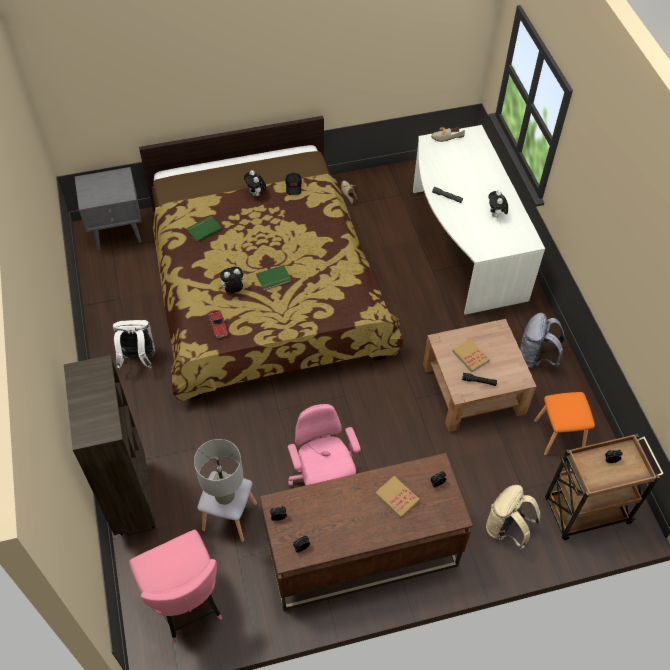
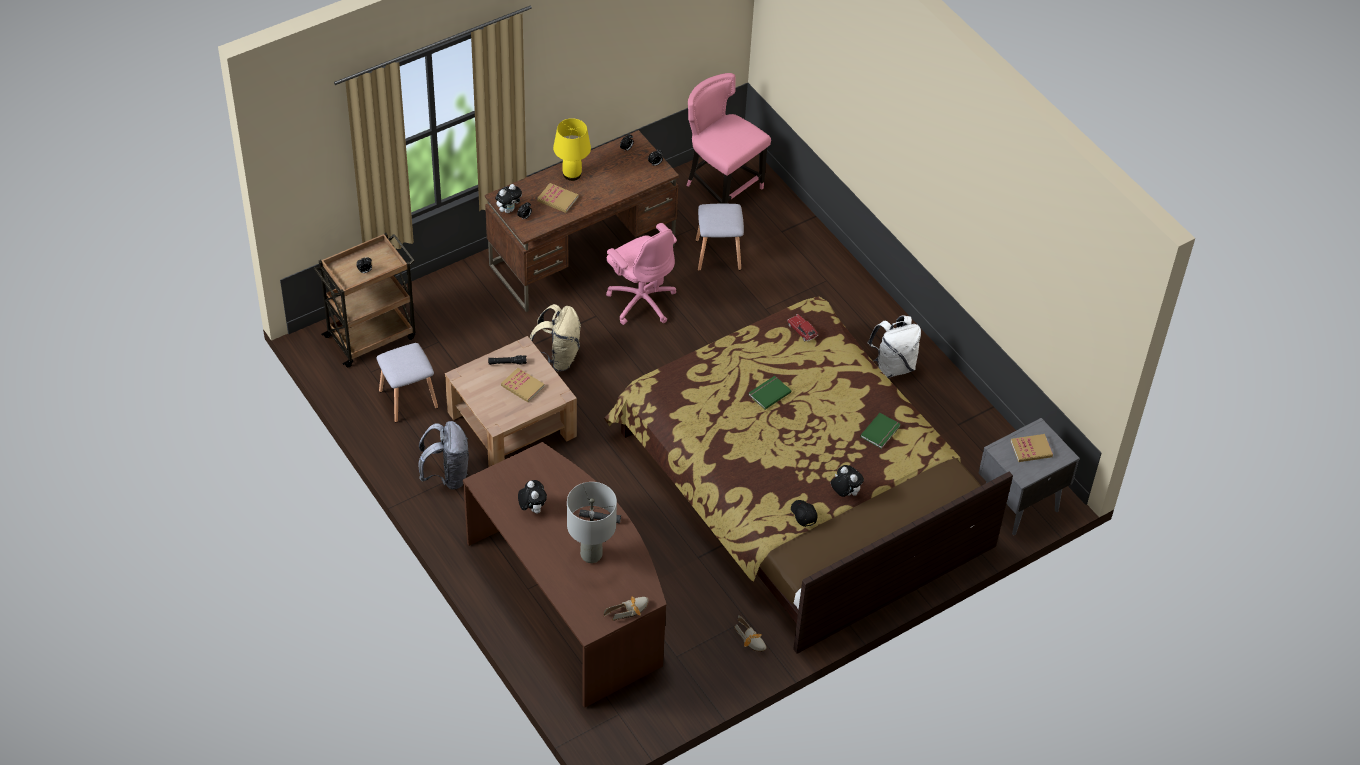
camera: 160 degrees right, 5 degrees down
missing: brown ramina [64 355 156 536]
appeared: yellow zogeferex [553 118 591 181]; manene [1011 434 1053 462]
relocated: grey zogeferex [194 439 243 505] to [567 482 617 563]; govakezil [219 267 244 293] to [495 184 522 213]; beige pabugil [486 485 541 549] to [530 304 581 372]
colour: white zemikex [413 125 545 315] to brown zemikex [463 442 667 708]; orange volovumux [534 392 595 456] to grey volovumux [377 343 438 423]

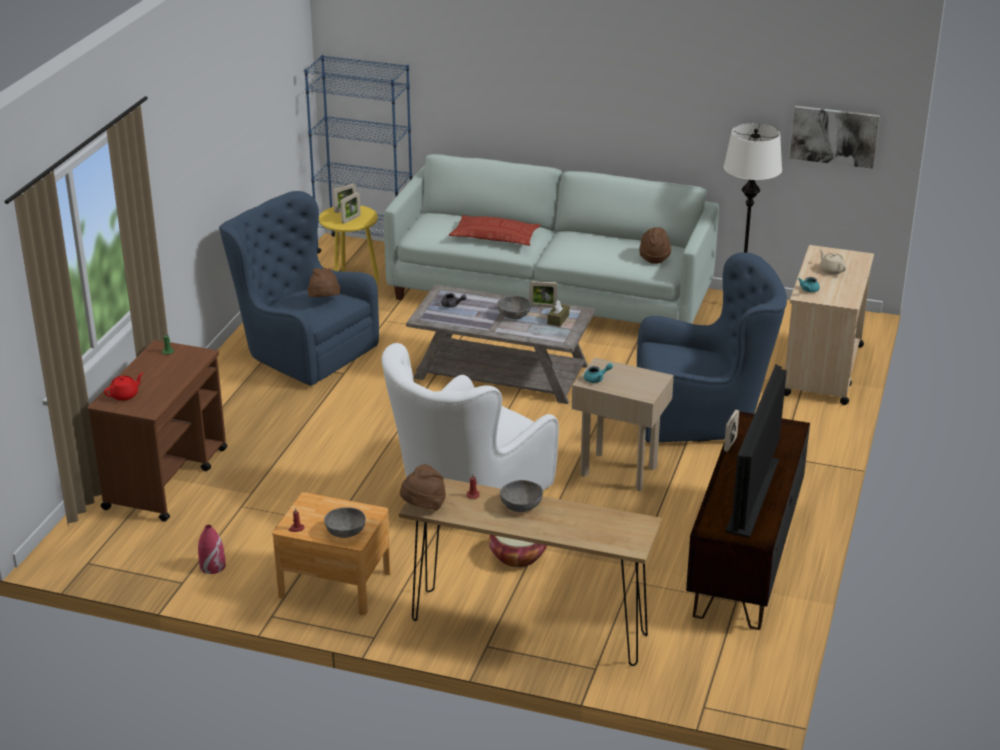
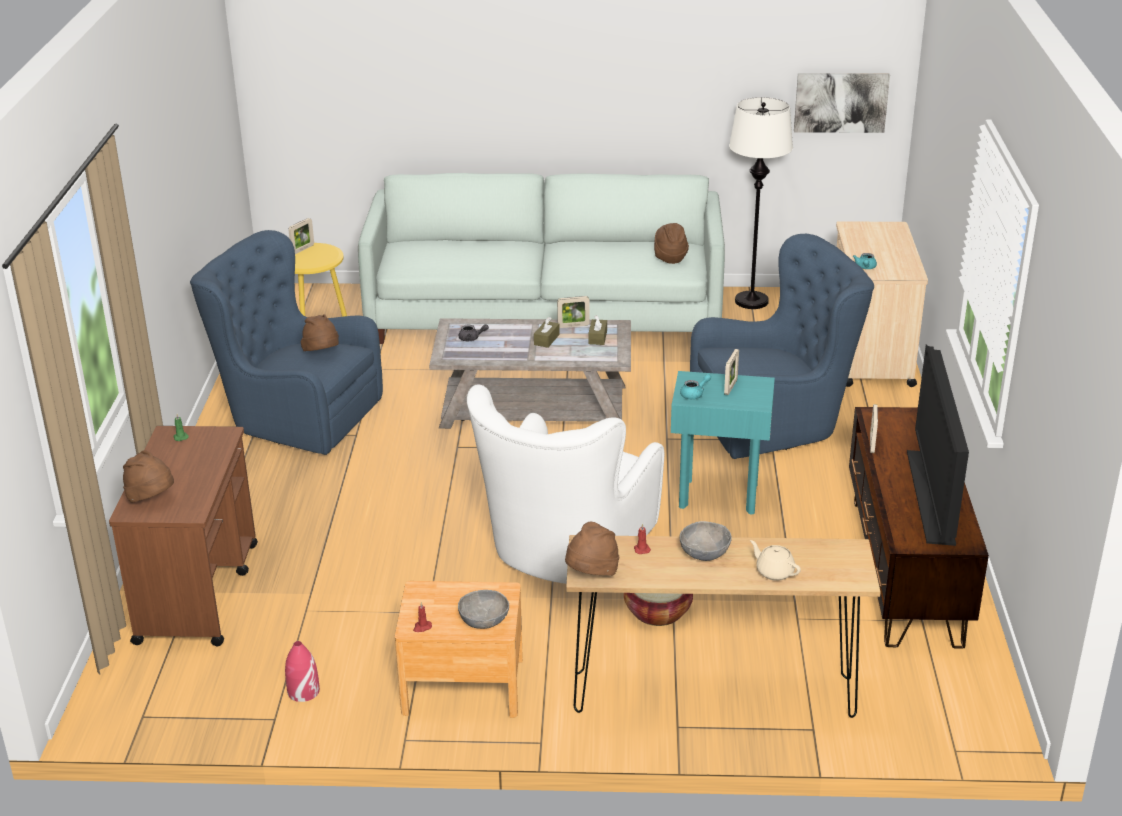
camera: 15 degrees left, 0 degrees up
missing: blue ramina [304 55 412 254]; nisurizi [449 215 540 246]
relocated: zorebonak [341 192 361 224] to [724 349 739 395]; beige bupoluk [819 249 846 275] to [750 540 801 581]
exchanged: red bupoluk [104 373 143 401] to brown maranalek [123 450 174 503]; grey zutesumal [498 296 531 319] to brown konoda [534 317 560 348]
colour: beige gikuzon [572 357 674 491] to turquoise gikuzon [671 371 775 514]

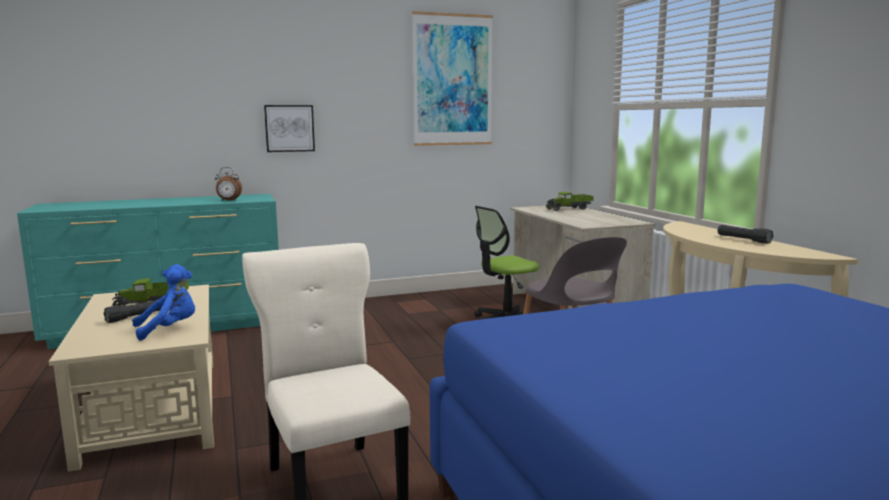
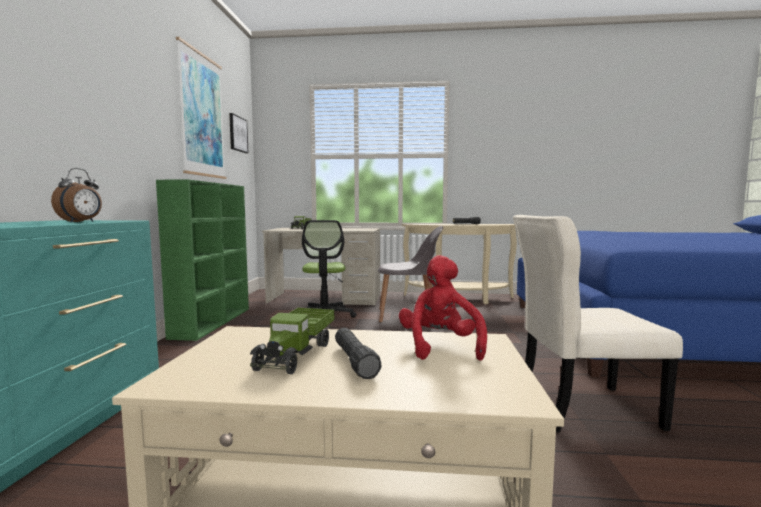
camera: 65 degrees left, 5 degrees down
appeared: green ramina [156 179 249 341]
relocated: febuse [264 105 315 152] to [229 113 248 153]
colour: blue govakezil [132 264 195 341] to red govakezil [399 255 487 361]

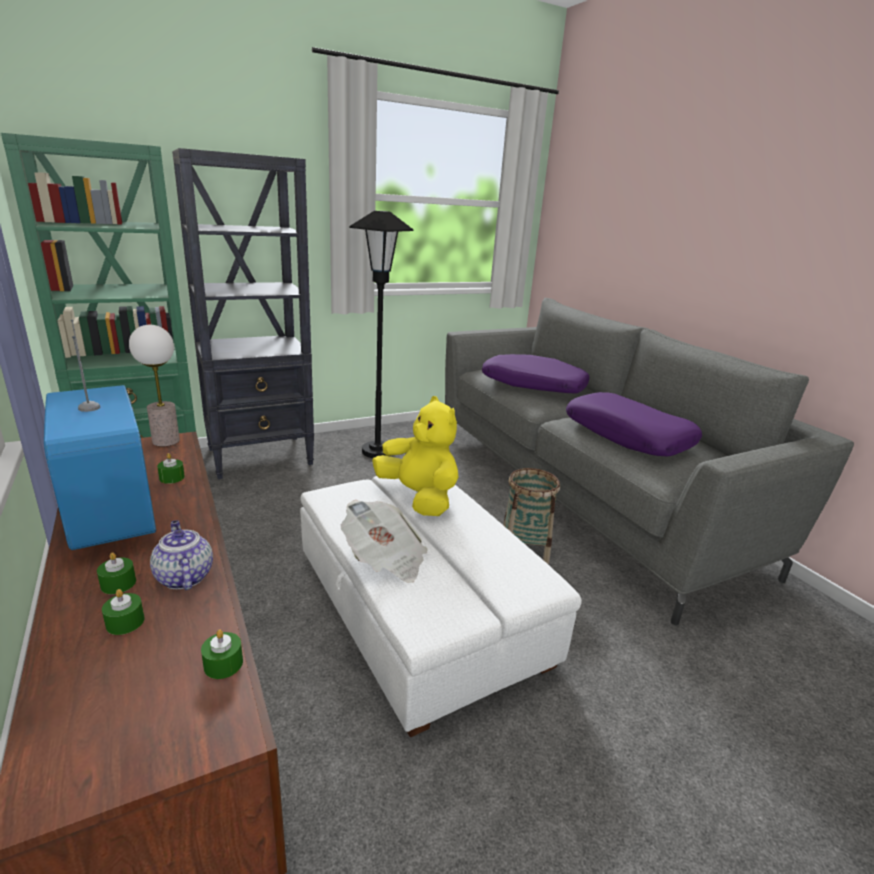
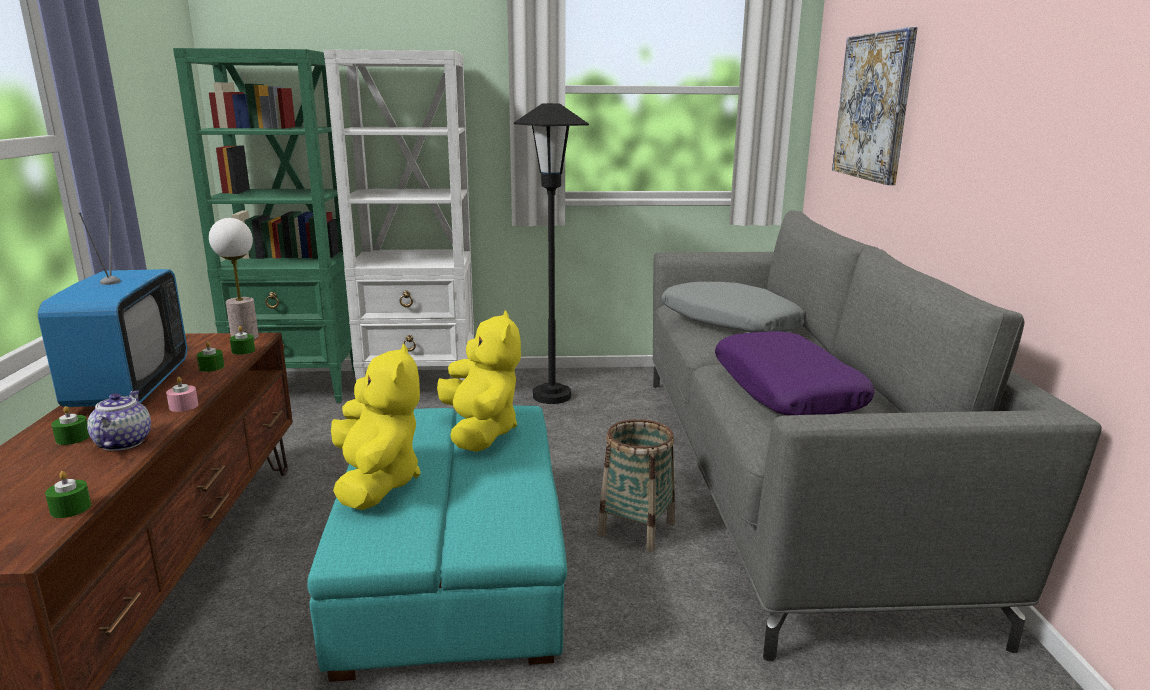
camera: 25 degrees right, 5 degrees down
appeared: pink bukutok [166 377 198 412]; febuse [832 27 918 185]
relocated: green bukutok [102 589 145 635] to [230 326 255 355]
exchanged: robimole [341 500 428 583] to yellow govakezil [331 344 420 510]
colour: black ramina [172 148 314 479] to white ramina [324 49 474 381]; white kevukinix [300 476 582 737] to turquoise kevukinix [307 406 567 682]; purple nisurizi [482 354 589 393] to grey nisurizi [662 282 805 333]

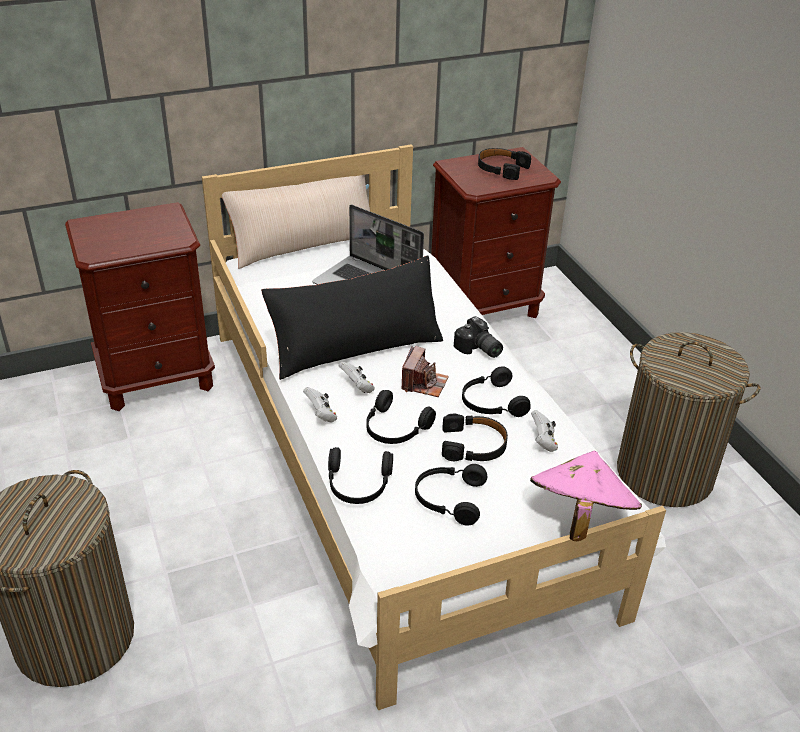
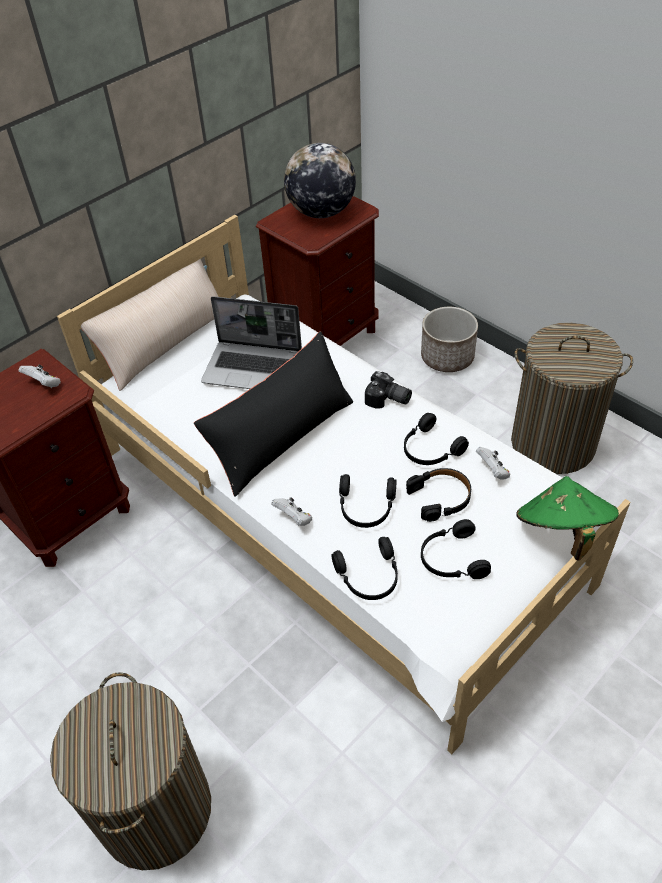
camera: 20 degrees left, 10 degrees up
missing: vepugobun [401 346 449 397]
appeared: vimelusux [421 307 478 372]
relocated: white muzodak [338 361 375 393] to [19 365 61 388]
exchanged: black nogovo [478 148 531 180] to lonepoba [284 143 356 218]
colour: pink maranalek [530 451 642 541] to green maranalek [516 476 619 560]

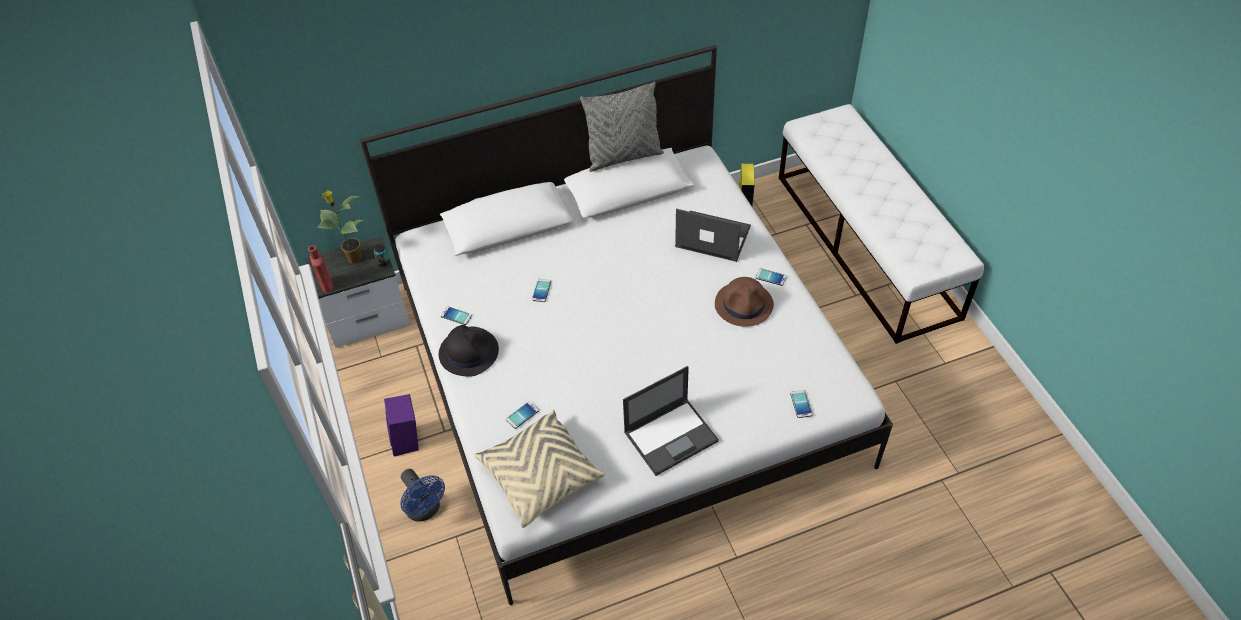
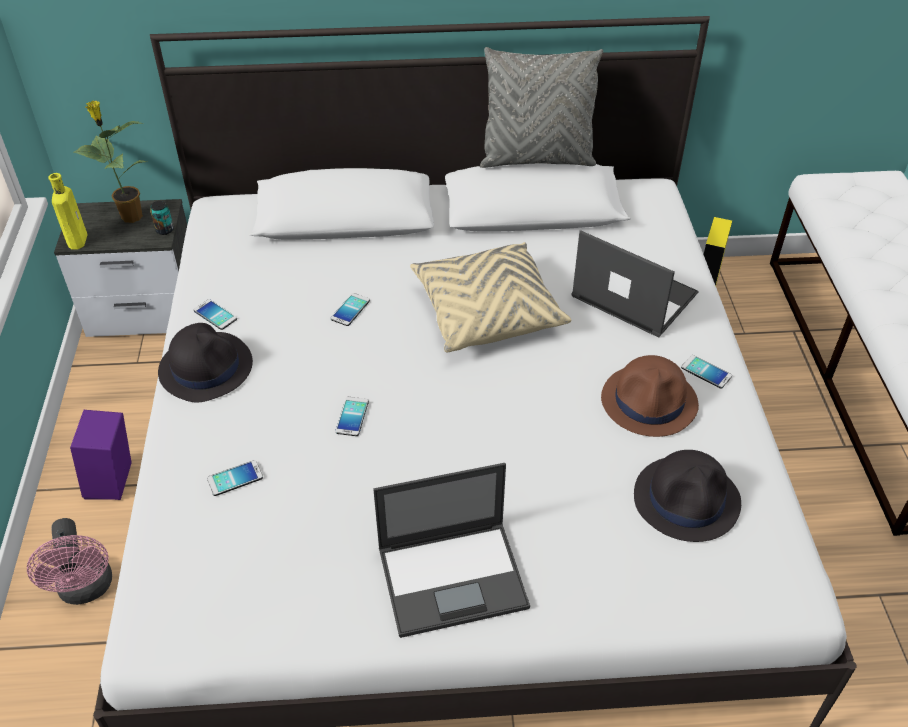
camera: 15 degrees right, 5 degrees down
appeared: black maranalek [634 450 741 542]
relocated: beige nisurizi [474 410 605 528] to [410 242 571 352]; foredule [790 390 812 418] to [335 397 369 436]
colour: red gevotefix [308 245 334 293] to yellow gevotefix [48 173 88 250]; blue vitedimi [400 469 445 522] to pink vitedimi [27 518 112 605]

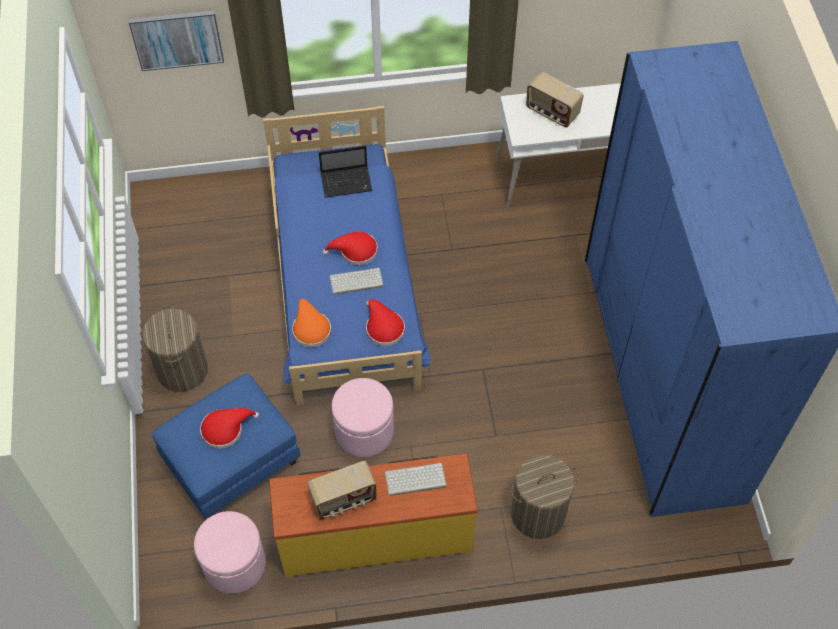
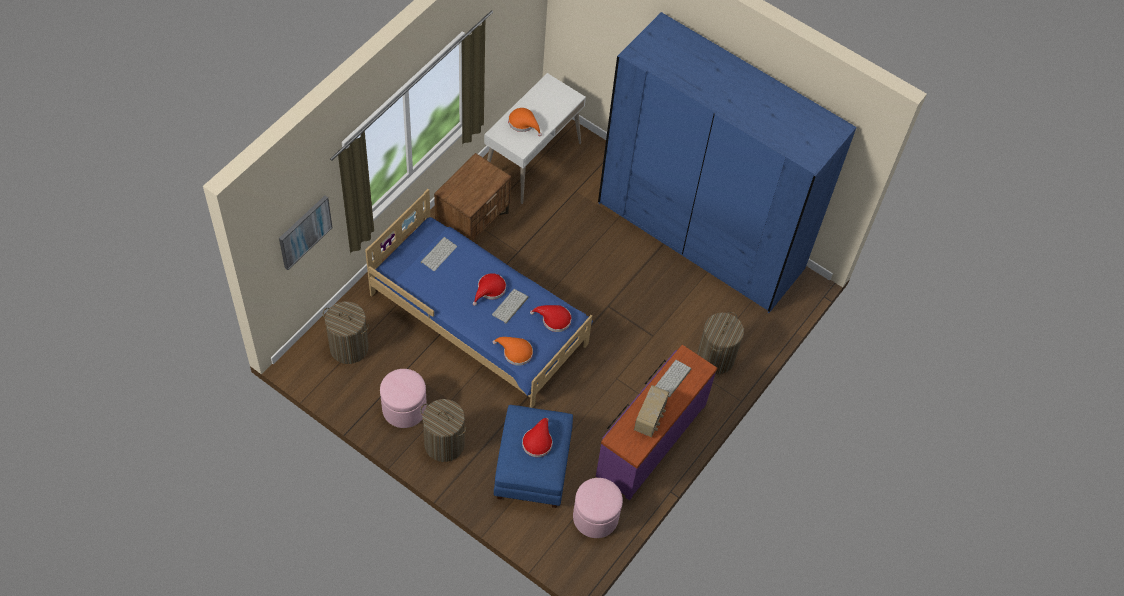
camera: 50 degrees left, 0 degrees up
appeared: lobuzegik [323 302 369 364]; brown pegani [434 153 511 241]
relocated: pink kevukinix [331 378 394 457] to [380 369 427 428]
exchanged: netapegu [319 146 372 198] to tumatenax [421 237 457 271]; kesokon [526 72 584 128] to orange maranalek [508 108 542 137]
colour: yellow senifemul [269 453 478 578] to purple senifemul [596 345 718 500]

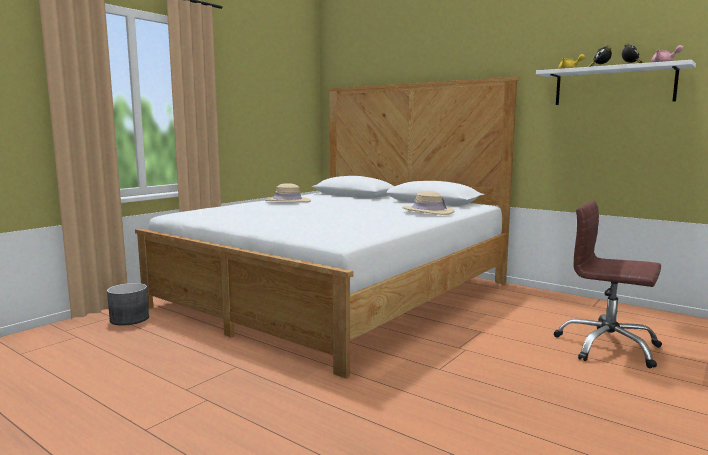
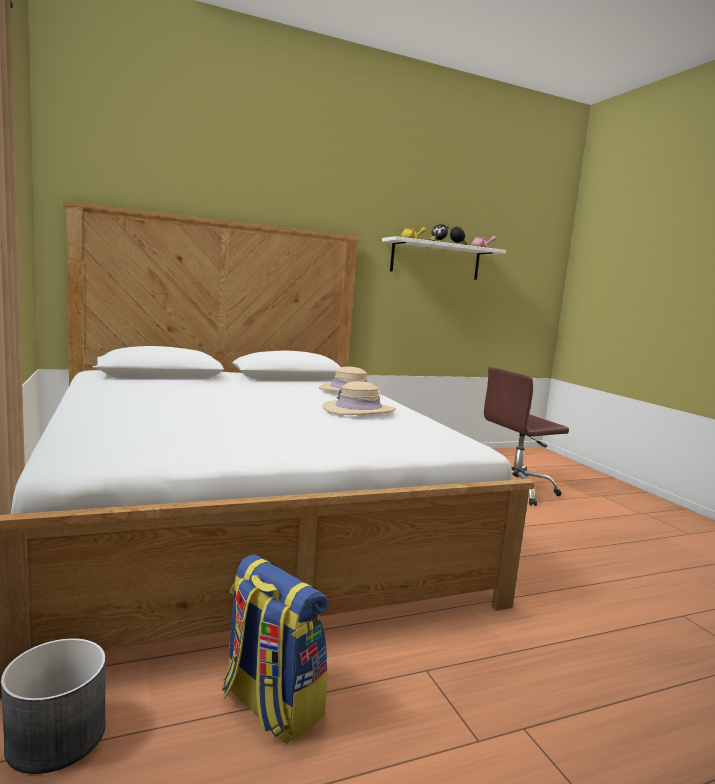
camera: 60 degrees left, 0 degrees up
appeared: pabugil [222 554 328 743]
relocated: beige maranalek [265 183 311 202] to [323 381 396 415]

